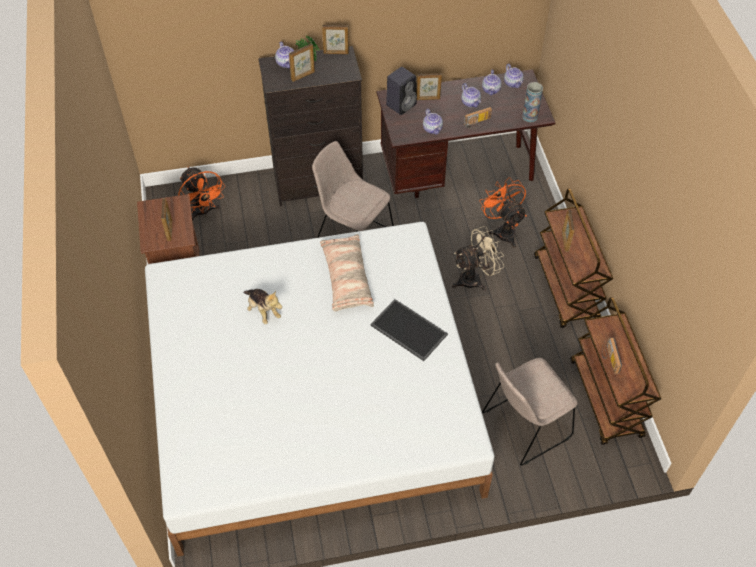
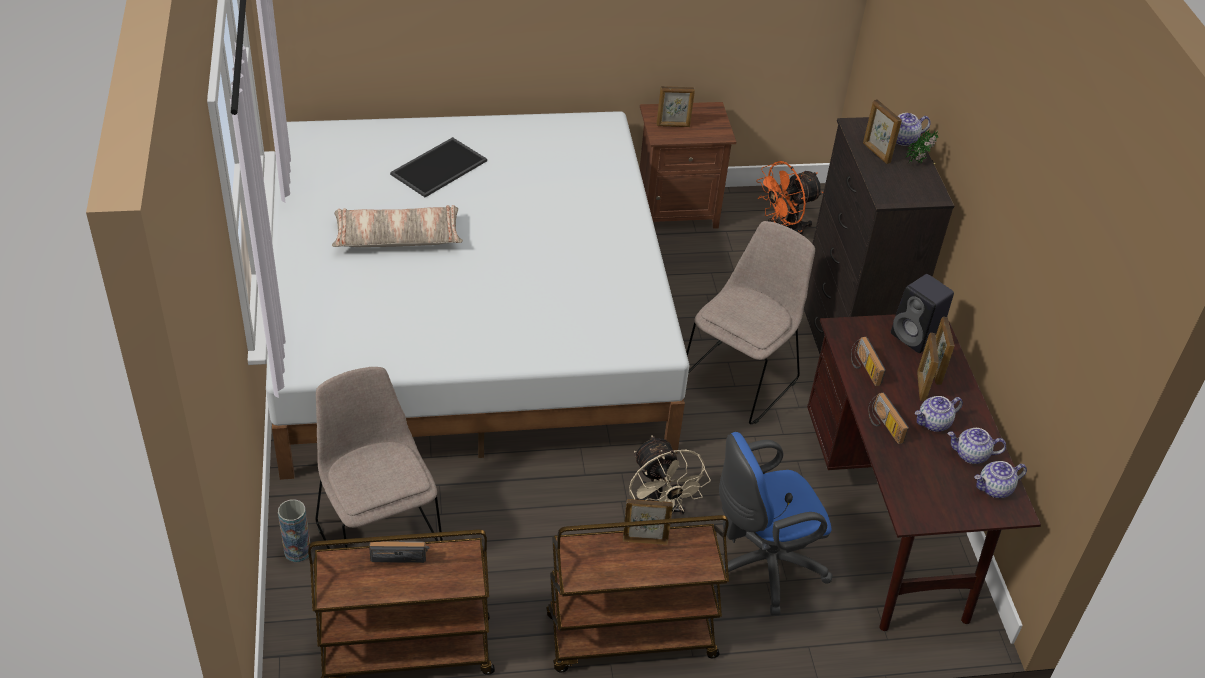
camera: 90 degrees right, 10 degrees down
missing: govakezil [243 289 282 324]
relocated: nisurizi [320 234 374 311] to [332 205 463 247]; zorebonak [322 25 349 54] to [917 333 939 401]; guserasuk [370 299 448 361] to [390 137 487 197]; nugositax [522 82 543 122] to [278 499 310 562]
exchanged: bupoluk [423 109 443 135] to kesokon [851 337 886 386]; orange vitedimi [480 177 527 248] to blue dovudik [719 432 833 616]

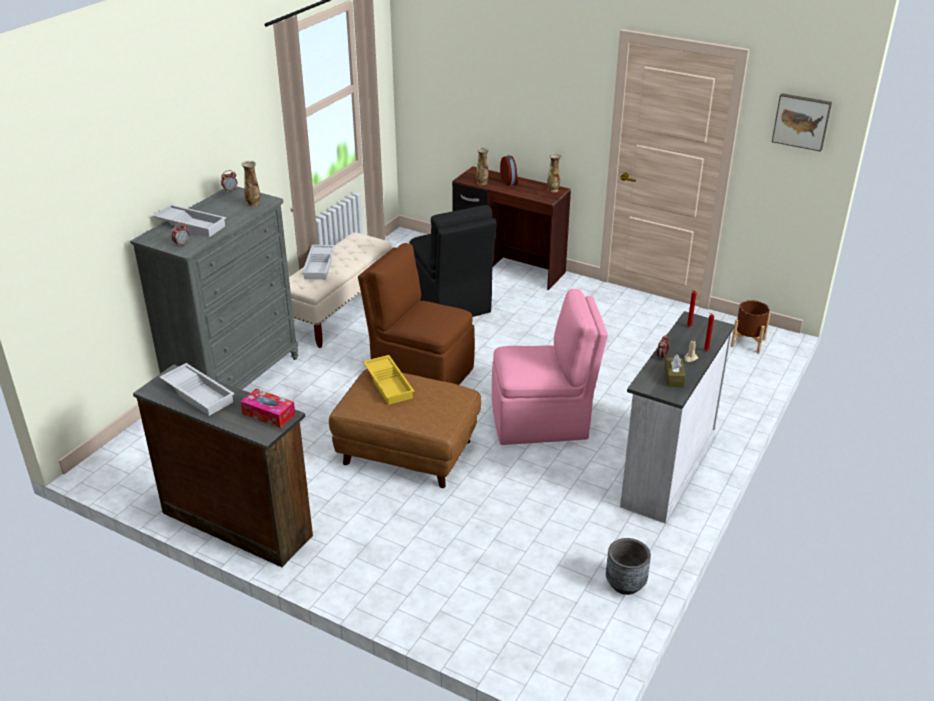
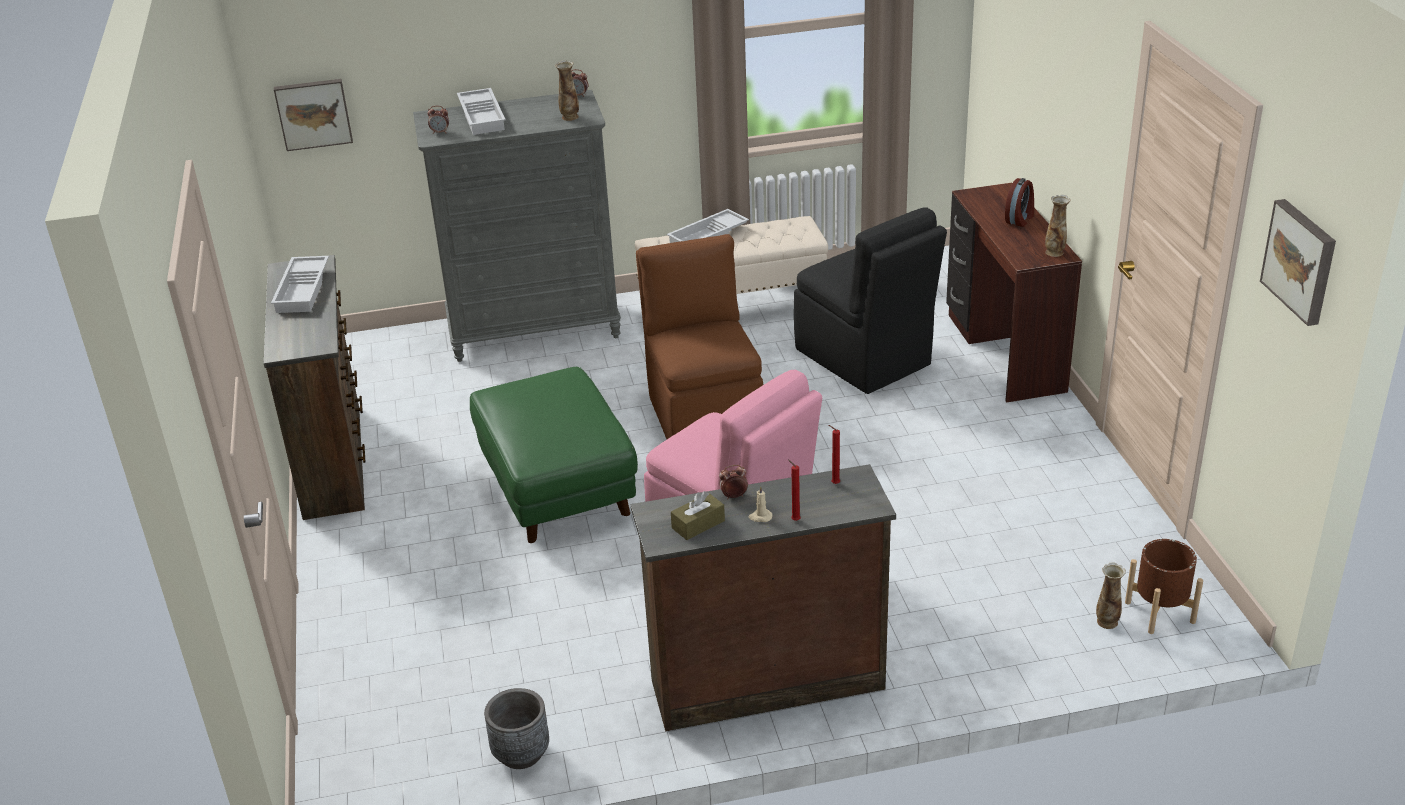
camera: 50 degrees right, 0 degrees up
missing: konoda [241 389 295 428]; yellow guserasuk [363 355 414 405]
appeared: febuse [274 79 353 151]
relocated: nugositax [476 147 489 185] to [1096 562 1126 629]
colour: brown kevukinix [329 369 481 488] to green kevukinix [470 367 638 543]; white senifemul [620 311 735 524] to brown senifemul [630 464 896 731]
spun: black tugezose [409 205 497 317] = [794 207 947 394] 60 degrees counterclockwise

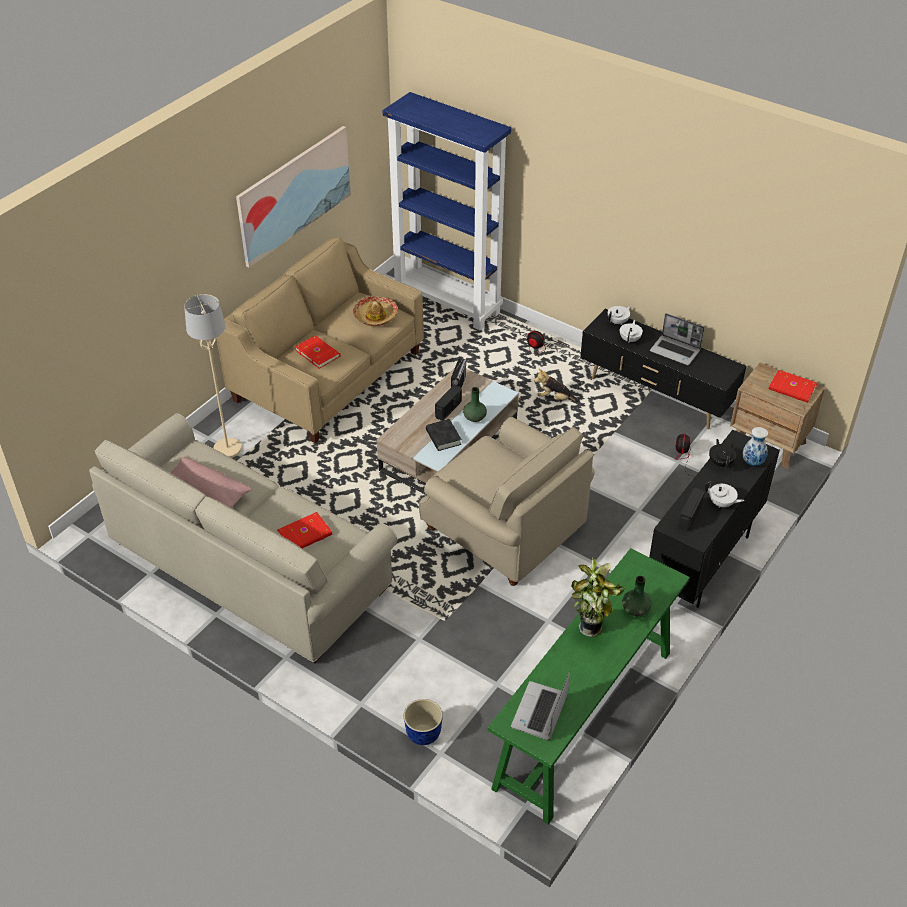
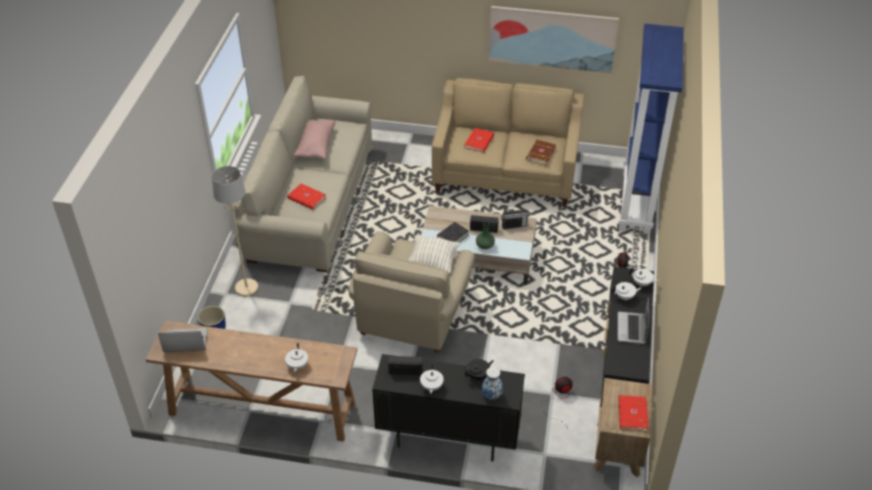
camera: 65 degrees right, 0 degrees up
missing: govakezil [534 369 580 402]; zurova [571 556 626 637]
appeared: nisurizi [408 235 460 274]
relocated: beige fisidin [184 294 242 458] to [212 166 258 296]
exchanged: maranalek [353 296 398 326] to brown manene [526 139 556 165]; green nugositax [622 576 652 616] to white bupoluk [285 343 308 372]
colour: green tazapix [487 548 690 825] to brown tazapix [145 321 358 442]

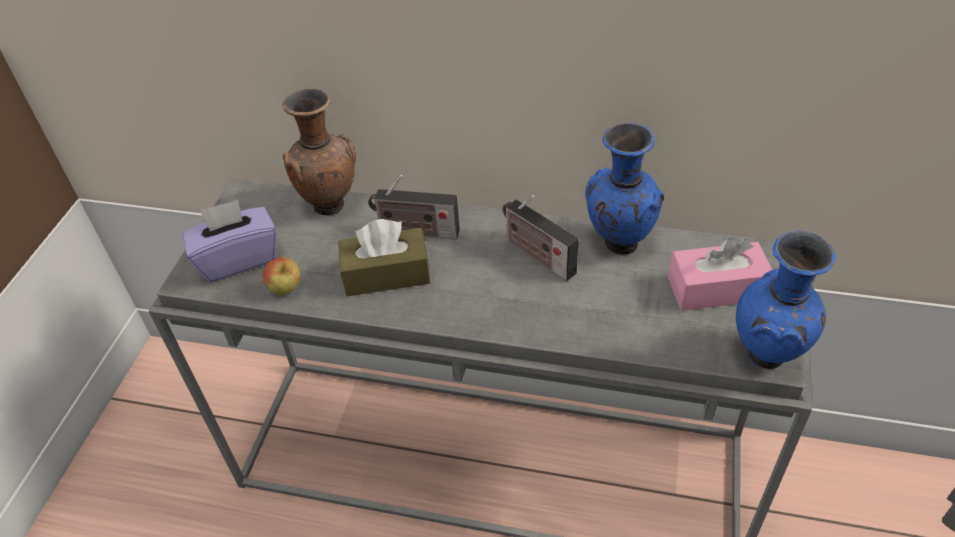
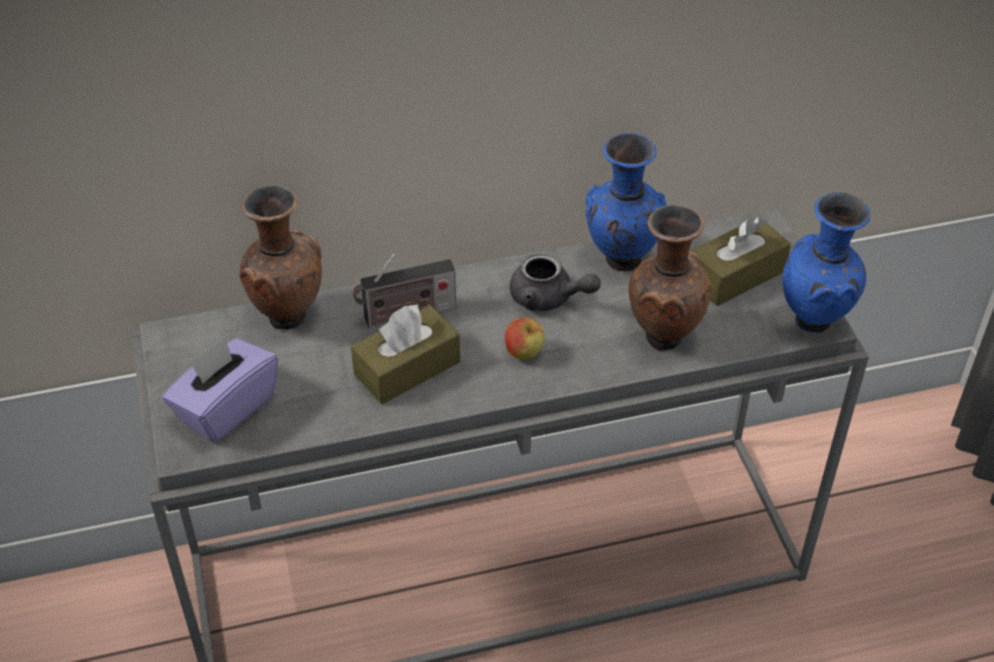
camera: 30 degrees left, 0 degrees up
appeared: brown nugositax [629 205 711 351]
relocated: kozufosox [263 257 300 295] to [505 317 545 360]
exchanged: kesokon [502 195 579 281] to grey bupoluk [510 253 601 311]
colour: pink konoda [668 238 772 311] to brown konoda [691 217 791 306]

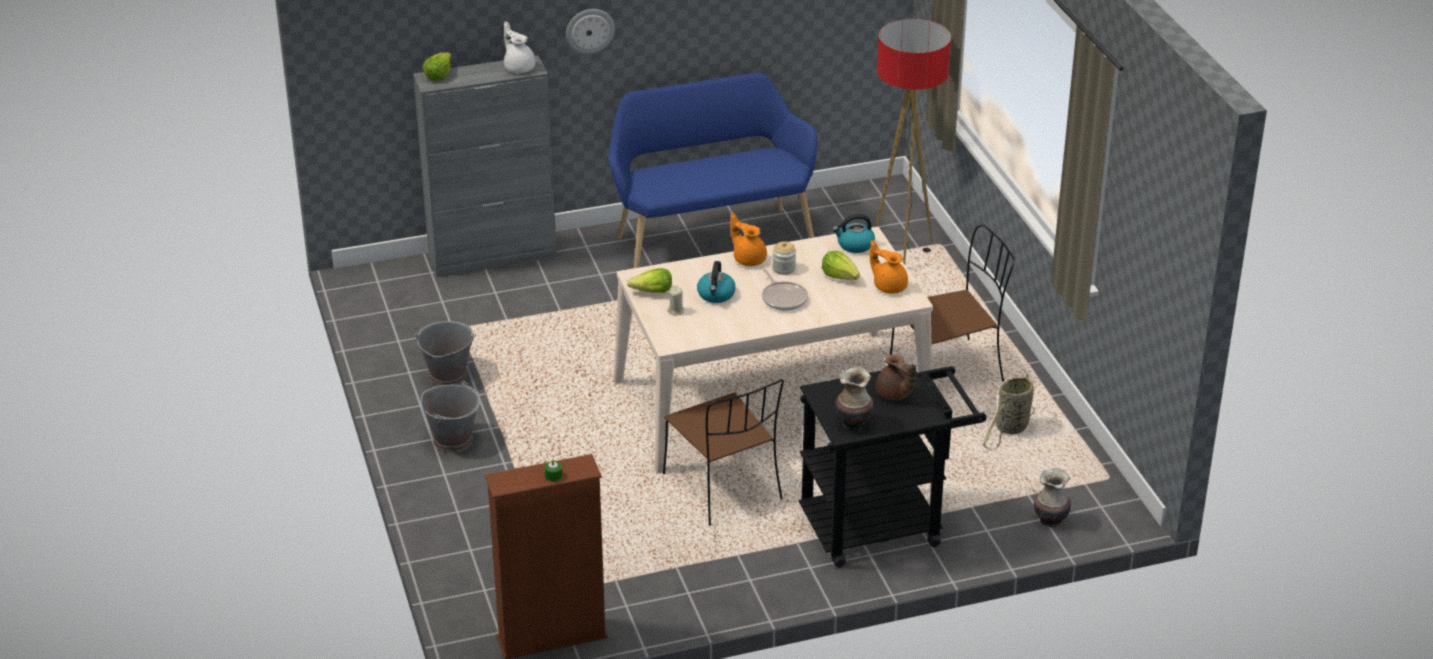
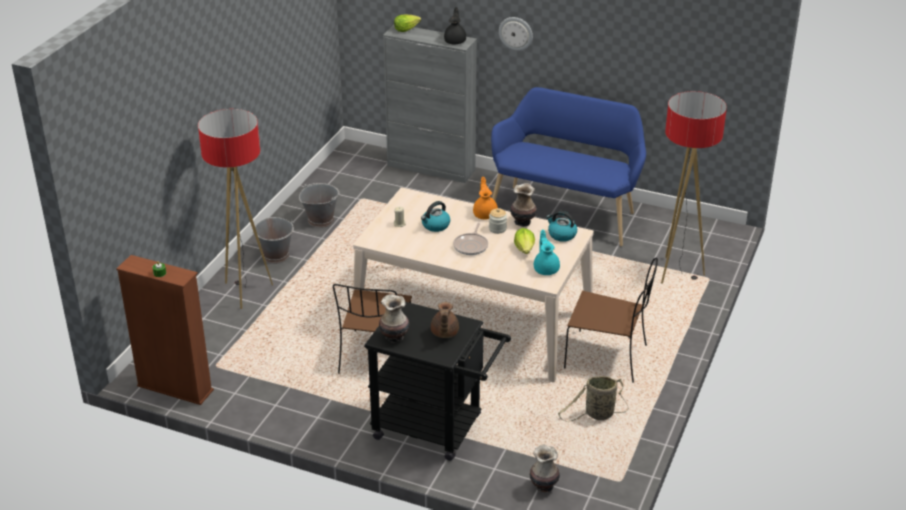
camera: 40 degrees right, 0 degrees up
missing: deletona [627 268 672 293]
appeared: fisidin [198 109 273 309]; nugositax [510 183 537 227]
colour: white bupoluk [504 21 536 73] to black bupoluk [444 7 466 45]; orange bupoluk [870 240 908 294] to turquoise bupoluk [534 230 560 275]

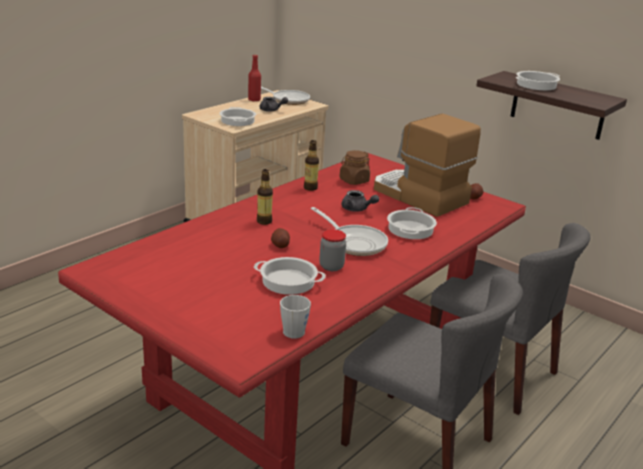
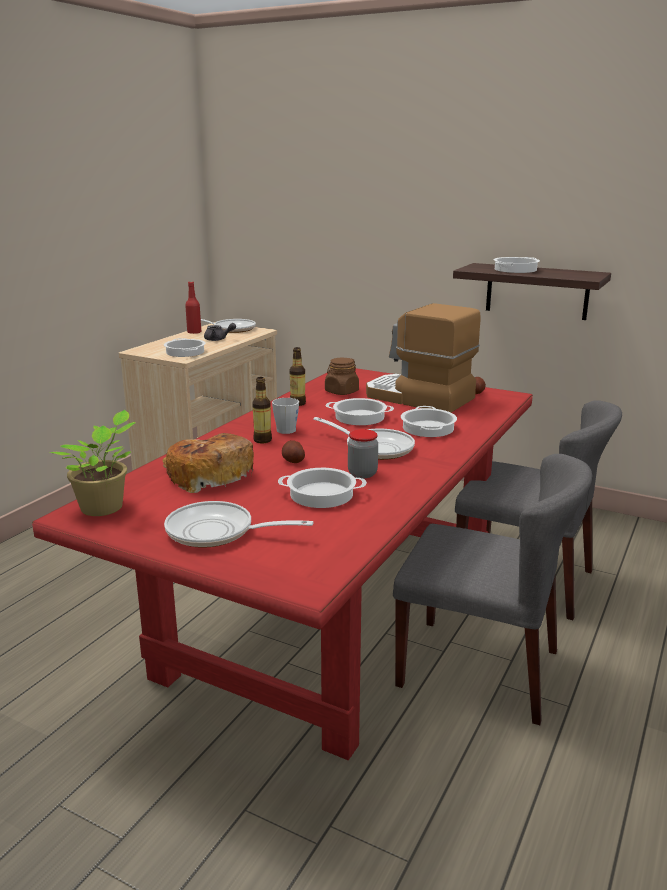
camera: 10 degrees left, 5 degrees down
appeared: zurova [49 410 135 516]; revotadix [162 433 254 493]; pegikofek [164 501 314 548]
relocated: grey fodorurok [280 295 311 338] to [272 398 299 434]
exchanged: grey bupoluk [341 190 379 212] to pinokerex [326 398 394 425]

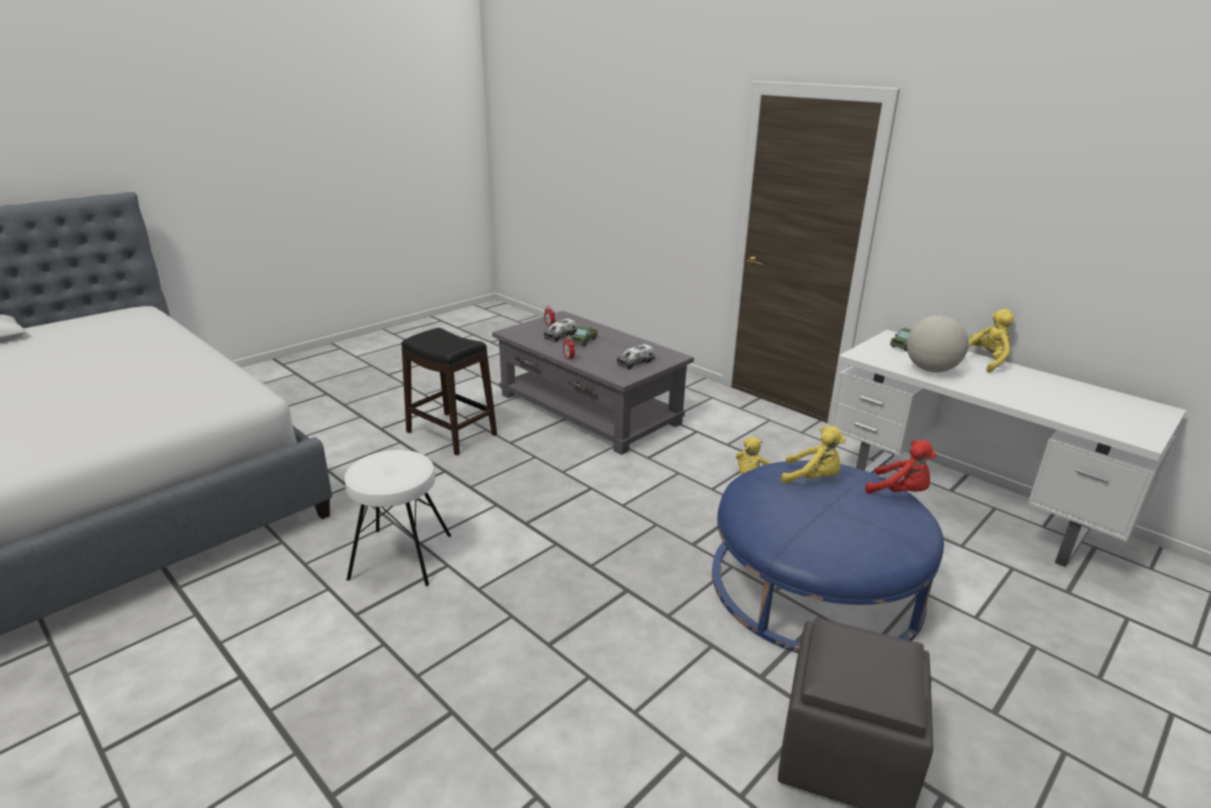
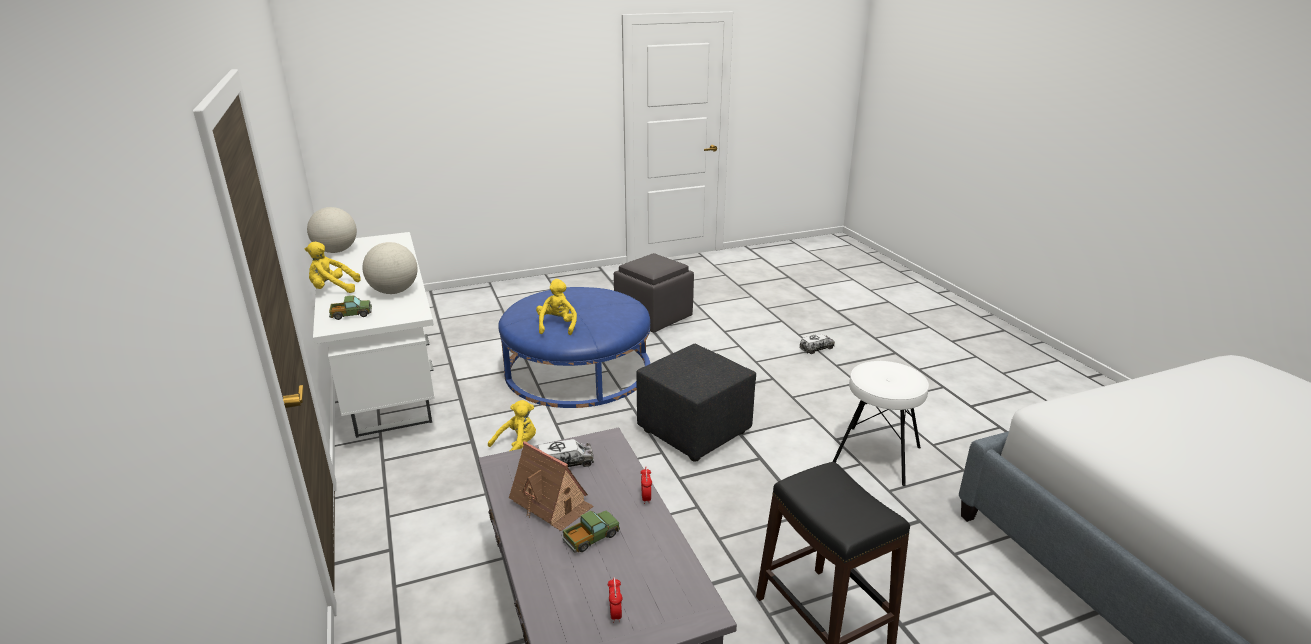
camera: 155 degrees left, 0 degrees up
missing: red govakezil [865 440 936 494]
appeared: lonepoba [307 207 357 253]; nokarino [509 441 593 531]; black kevukinix [636 344 756 462]
relocated: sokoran [544 318 577 342] to [799 333 835 354]
spun: yellow govakezil [781 426 846 484] = [536 279 577 335] 45 degrees clockwise

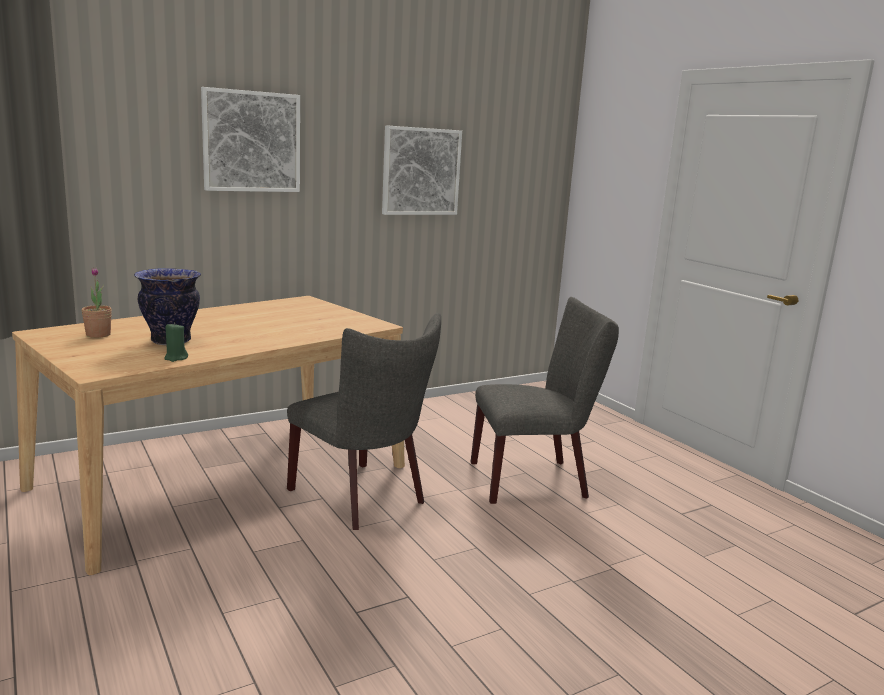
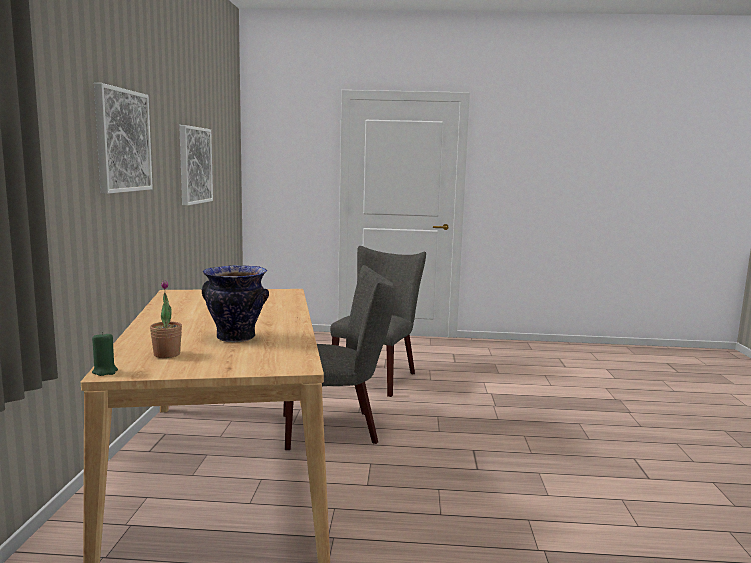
camera: 55 degrees left, 5 degrees down
relocated: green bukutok [164 322 188 362] to [92 332 118 376]

